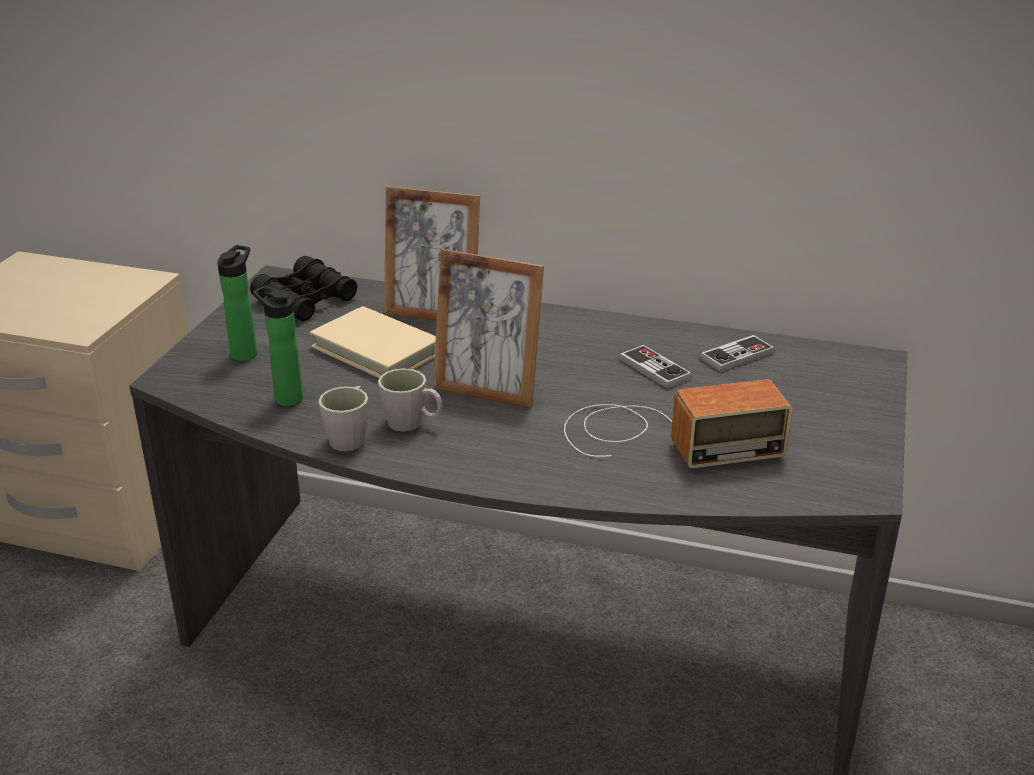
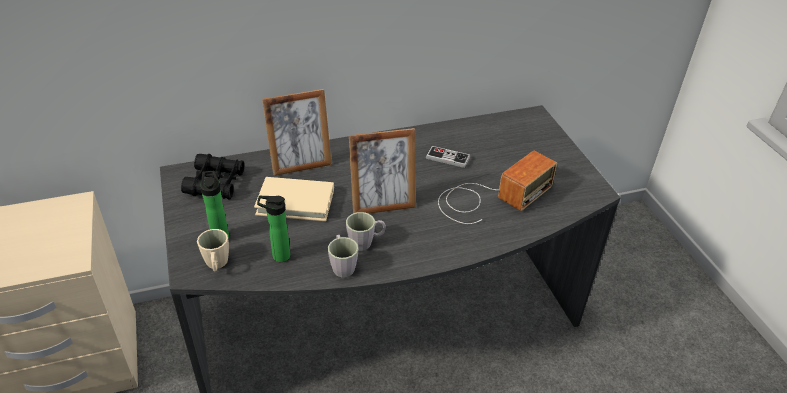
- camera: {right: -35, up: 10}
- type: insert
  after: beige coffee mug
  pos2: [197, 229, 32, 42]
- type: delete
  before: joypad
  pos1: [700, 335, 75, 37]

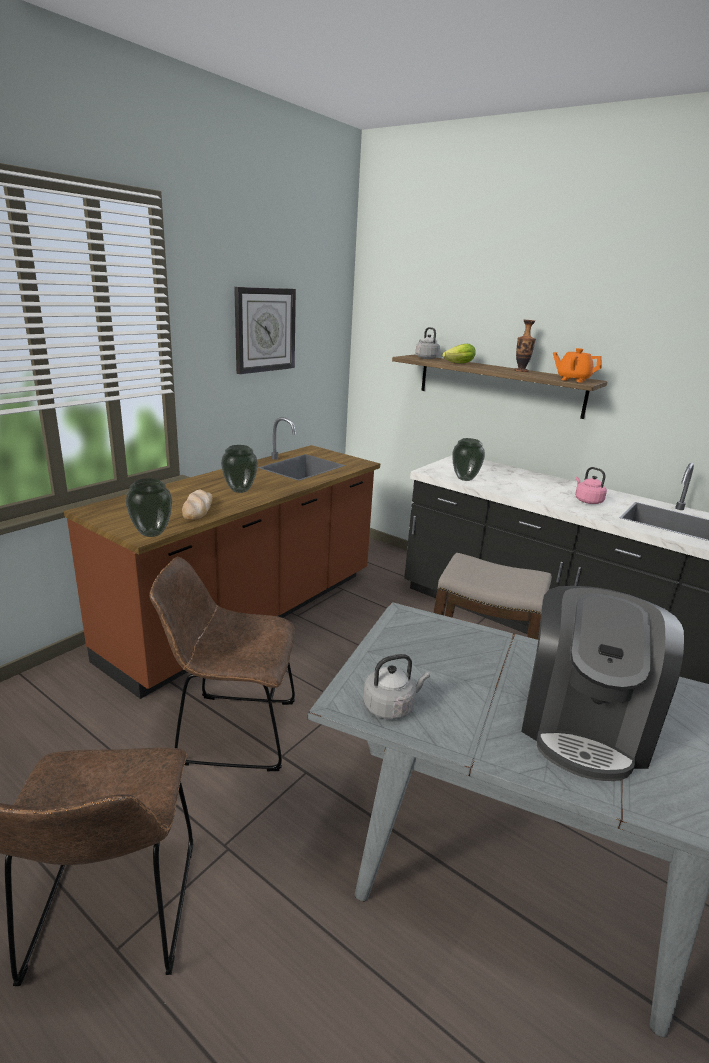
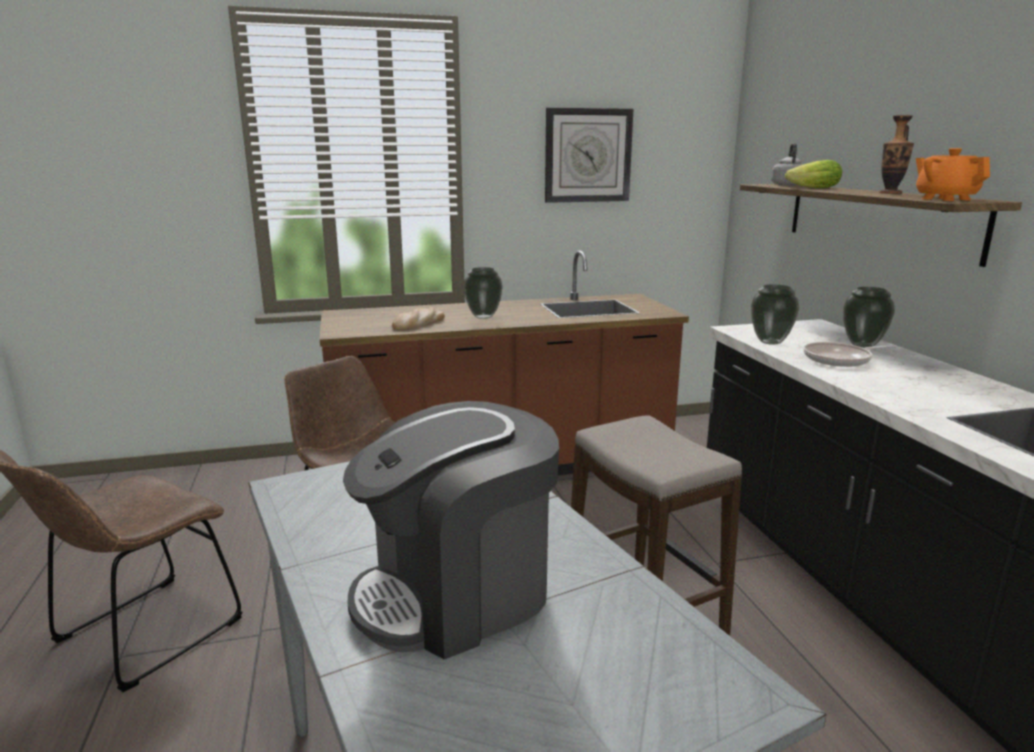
- camera: {right: 40, up: -5}
- type: insert
  after: pan
  pos2: [803, 342, 93, 25]
- type: move
  before: flower vase
  pos1: [126, 478, 46, 59]
  pos2: [843, 287, 52, 61]
- type: delete
  before: gray kettle
  pos1: [363, 654, 67, 65]
- type: delete
  before: pinkish kettle
  pos1: [575, 467, 32, 37]

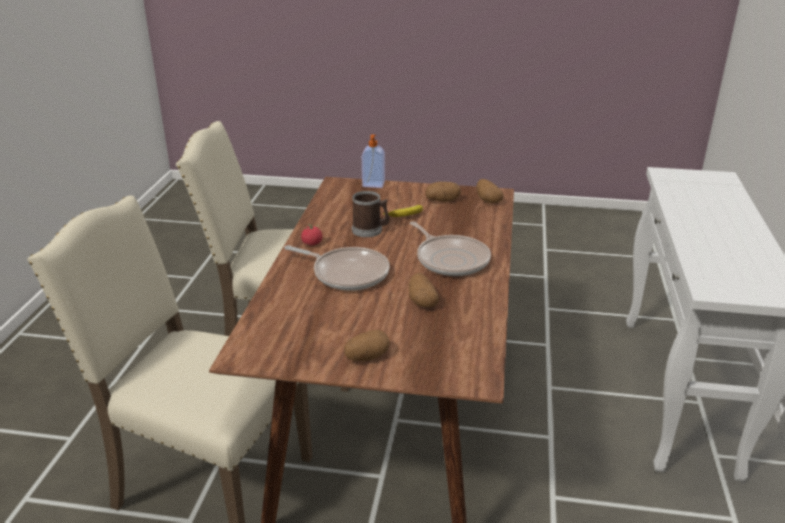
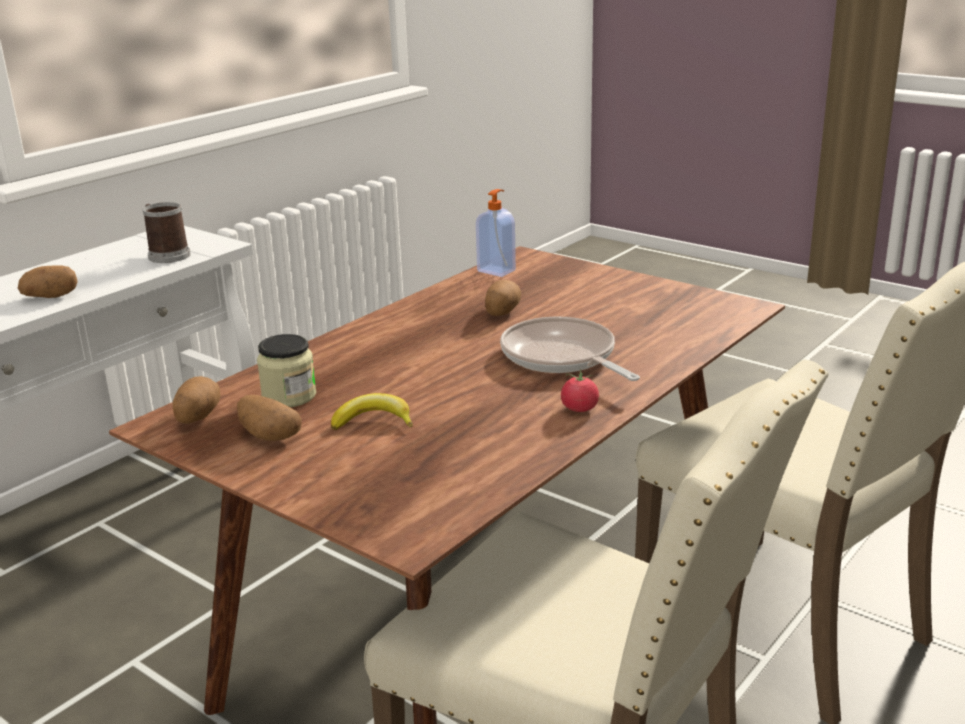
- camera: {right: -150, up: -5}
- type: move
  before: whole potato
  pos1: [344, 330, 46, 31]
  pos2: [18, 265, 59, 33]
- type: move
  before: coffee mug
  pos1: [352, 191, 37, 46]
  pos2: [143, 202, 48, 61]
- type: insert
  after: jar
  pos2: [257, 334, 59, 73]
- type: move
  before: soap dispenser
  pos1: [362, 135, 23, 53]
  pos2: [476, 189, 40, 88]
- type: delete
  before: pan
  pos1: [410, 221, 81, 55]

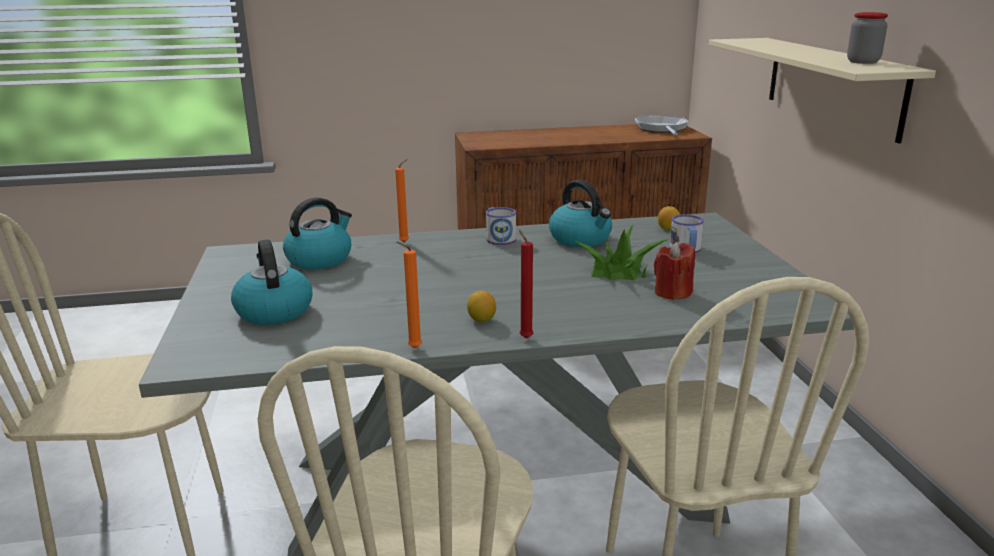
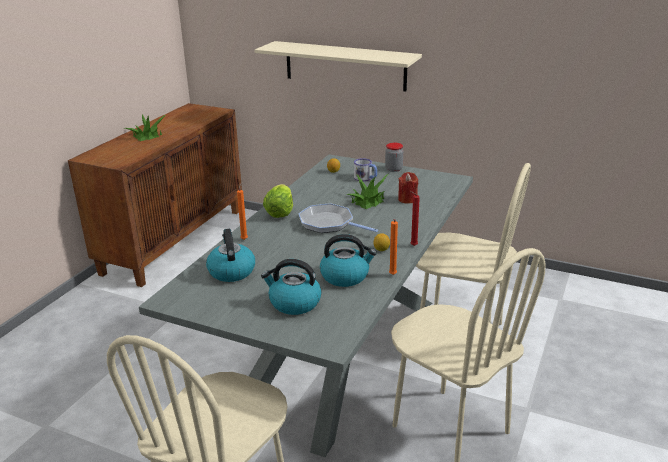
- camera: {right: -55, up: 5}
- type: insert
  after: potted plant
  pos2: [123, 114, 43, 27]
- type: replace
  before: coffee mug
  after: lettuce head
  pos1: [486, 207, 30, 38]
  pos2: [263, 184, 30, 34]
- type: move
  before: pan
  pos1: [635, 115, 54, 20]
  pos2: [298, 203, 80, 30]
- type: move
  before: kettle
  pos1: [549, 180, 63, 67]
  pos2: [320, 234, 57, 53]
- type: move
  before: jar
  pos1: [847, 12, 41, 52]
  pos2: [385, 143, 19, 29]

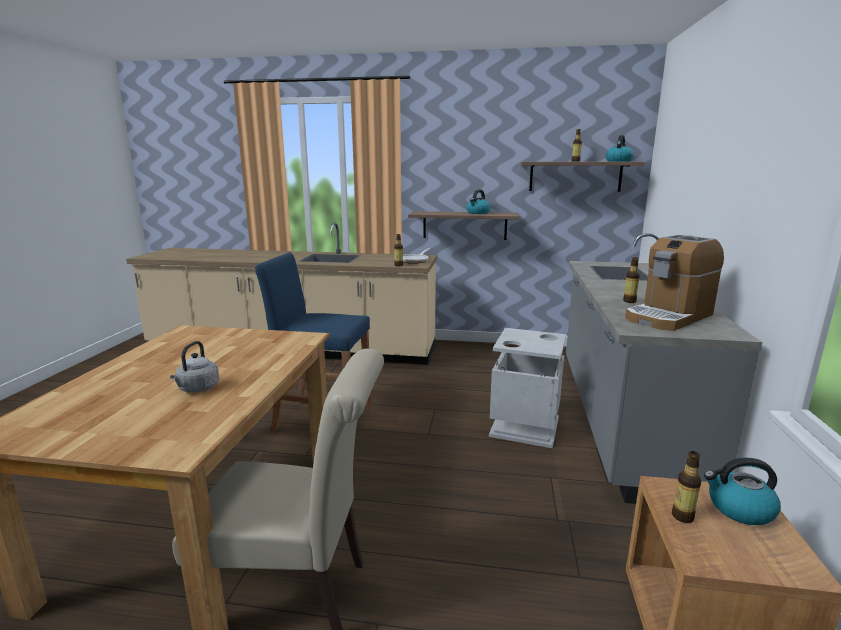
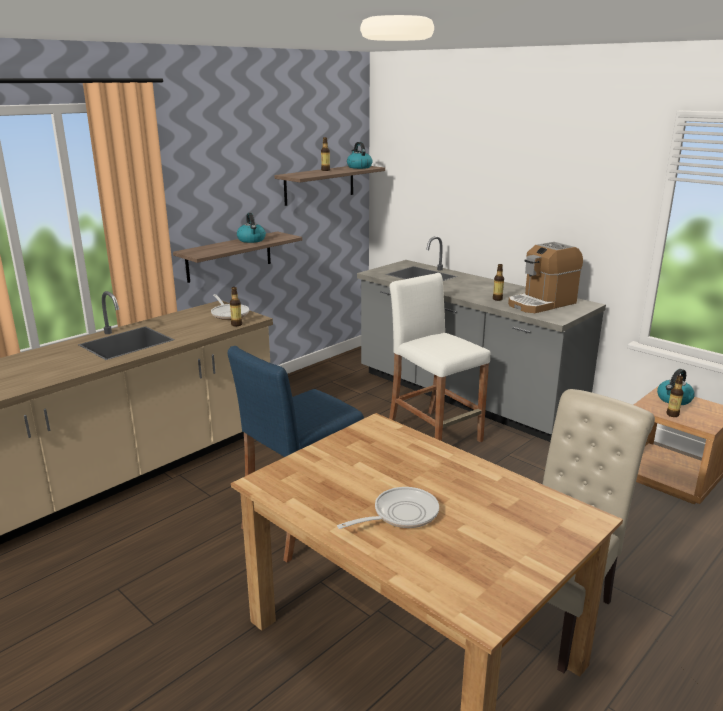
- camera: {right: -55, up: 5}
- type: insert
  after: pan
  pos2: [337, 487, 102, 42]
- type: replace
  before: gray waste bin
  after: white-coloured stool
  pos1: [489, 328, 77, 120]
  pos2: [389, 273, 102, 170]
- type: rotate
  before: coffee brewer
  pos1: [625, 235, 99, 96]
  pos2: [508, 242, 75, 71]
  turn: 60
- type: delete
  before: gray kettle
  pos1: [170, 341, 49, 52]

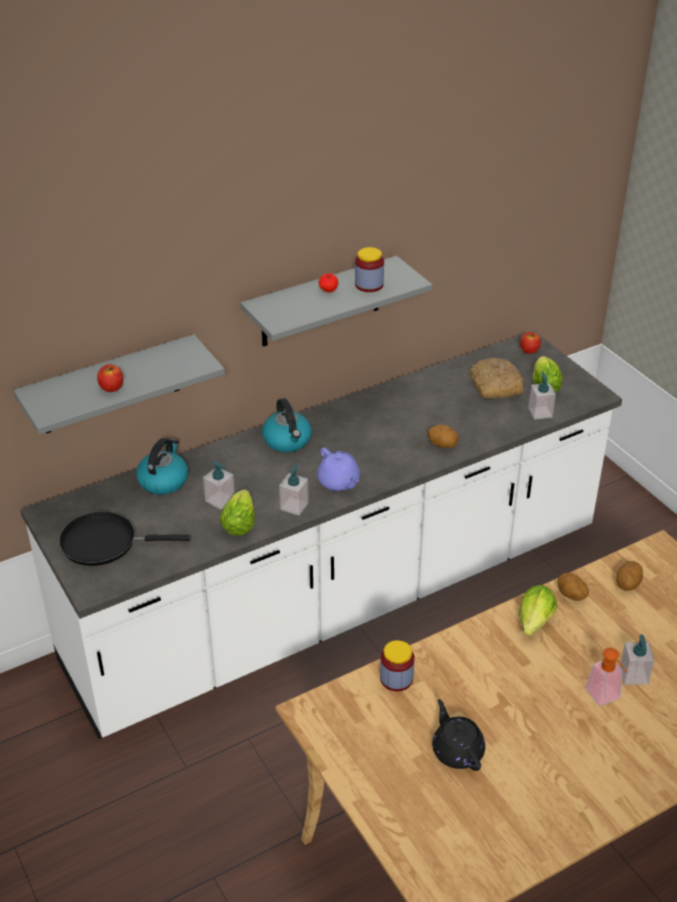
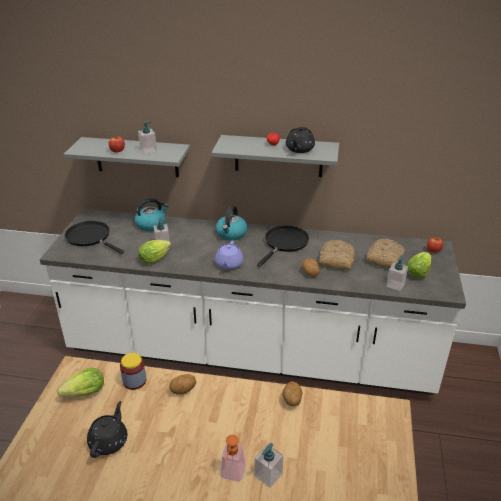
- camera: {right: 40, up: -5}
- type: move
  before: lettuce head
  pos1: [519, 585, 38, 51]
  pos2: [57, 368, 47, 29]
- type: move
  before: soap dispenser
  pos1: [279, 463, 30, 52]
  pos2: [138, 121, 19, 33]
- type: move
  before: whole potato
  pos1: [616, 561, 27, 30]
  pos2: [169, 374, 27, 21]
- type: insert
  after: black-coloured pan
  pos2: [257, 225, 52, 41]
- type: replace
  before: jar
  after: black-coloured tea pot
  pos1: [355, 247, 29, 45]
  pos2: [286, 127, 29, 26]
- type: insert
  after: baked bread
  pos2: [319, 240, 36, 30]

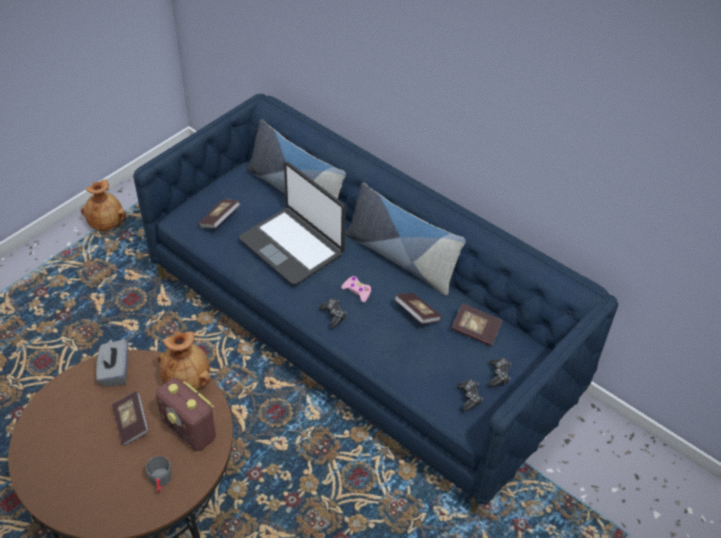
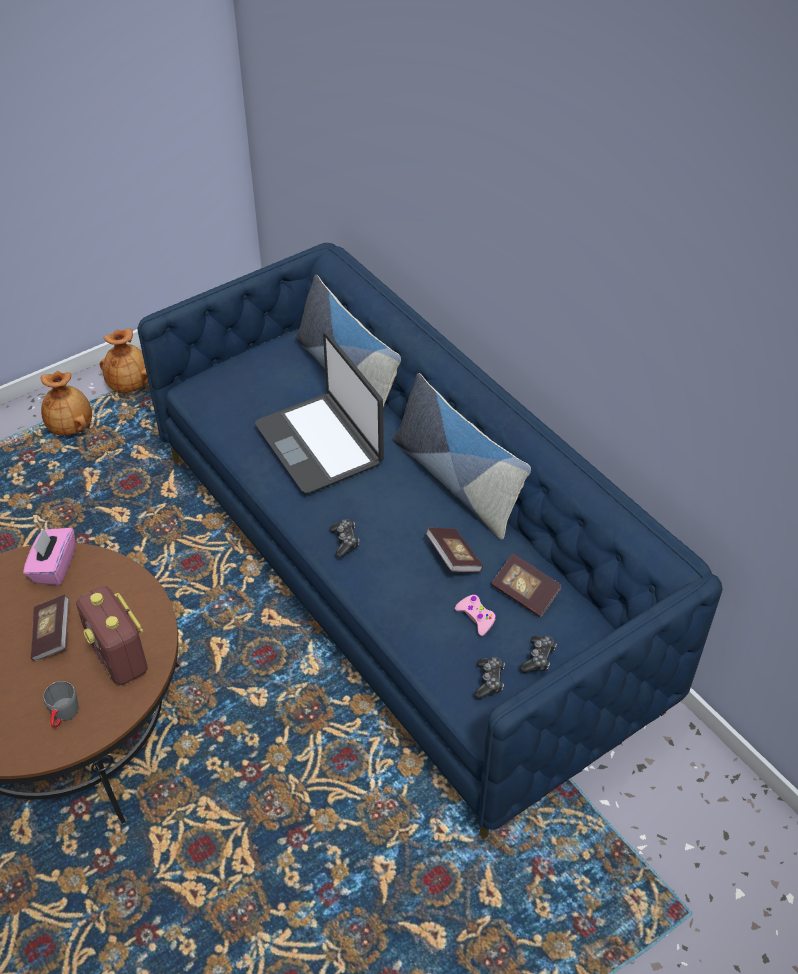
- camera: {right: 15, up: 0}
- type: recolor
  before: gray tissue holder
  after: pinkish tissue holder
  pos1: [96, 339, 32, 47]
  pos2: [23, 528, 52, 57]
- type: move
  before: brown-coloured flower vase
  pos1: [158, 331, 53, 59]
  pos2: [41, 371, 51, 64]
- type: move
  before: pinkish joypad
  pos1: [341, 276, 31, 27]
  pos2: [455, 595, 41, 41]
- type: delete
  before: volume
  pos1: [198, 199, 43, 29]

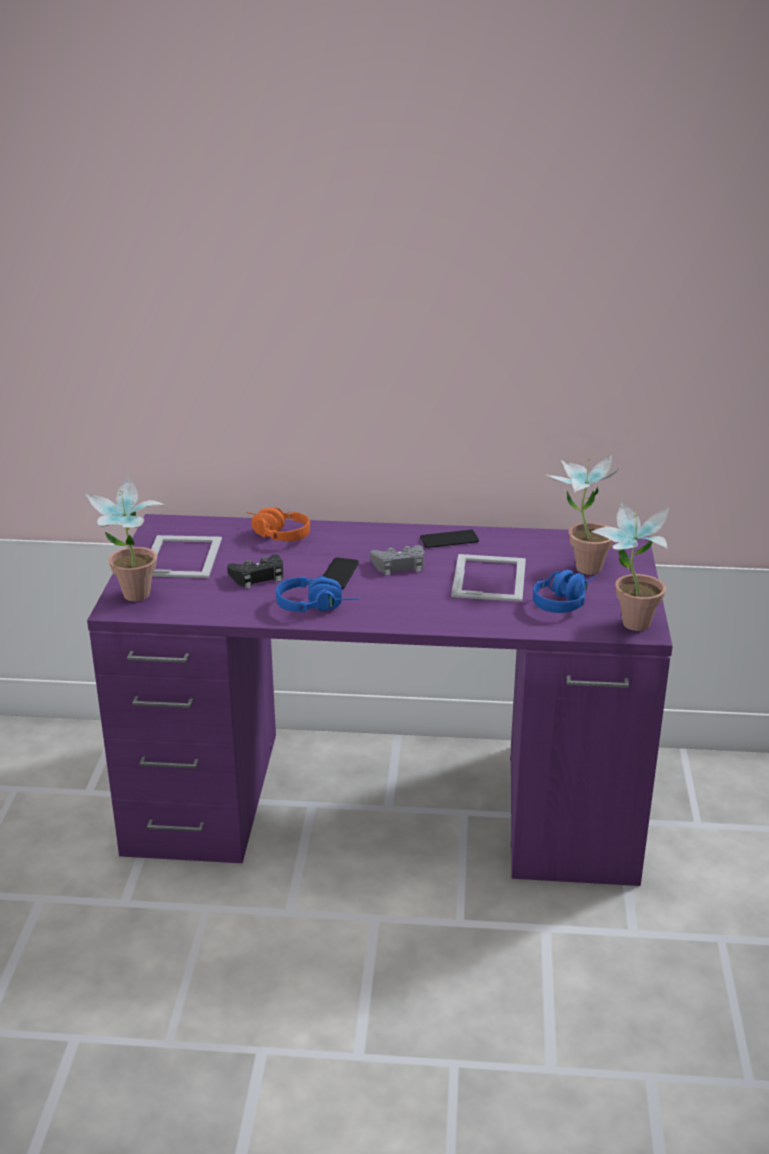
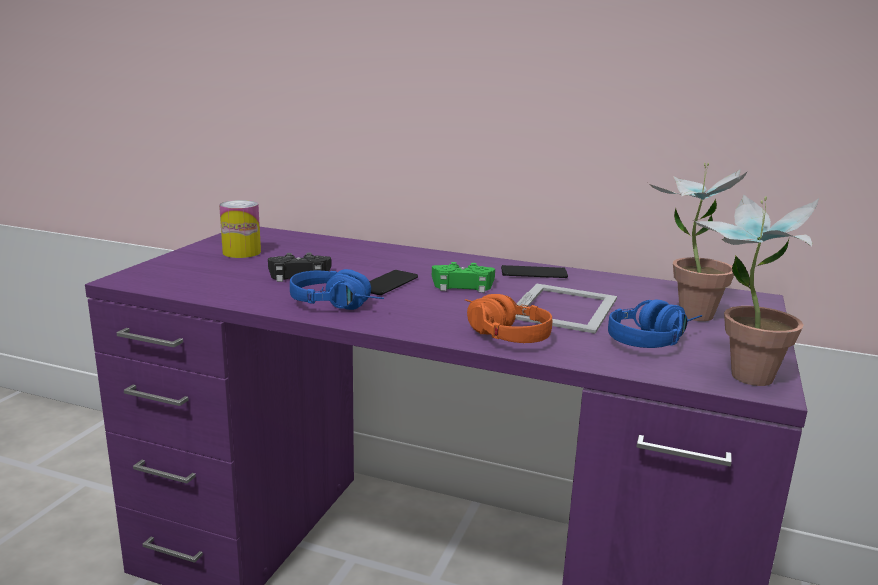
- camera: {right: 15, up: -10}
- type: replace
  before: picture frame
  after: sealed can
  pos1: [151, 535, 71, 43]
  pos2: [219, 200, 42, 58]
- type: recolor
  before: gray joypad
  after: green-coloured joypad
  pos1: [370, 545, 54, 31]
  pos2: [432, 262, 63, 31]
- type: move
  before: orangey headset
  pos1: [246, 508, 64, 33]
  pos2: [465, 294, 87, 49]
- type: delete
  before: potted plant
  pos1: [85, 476, 80, 125]

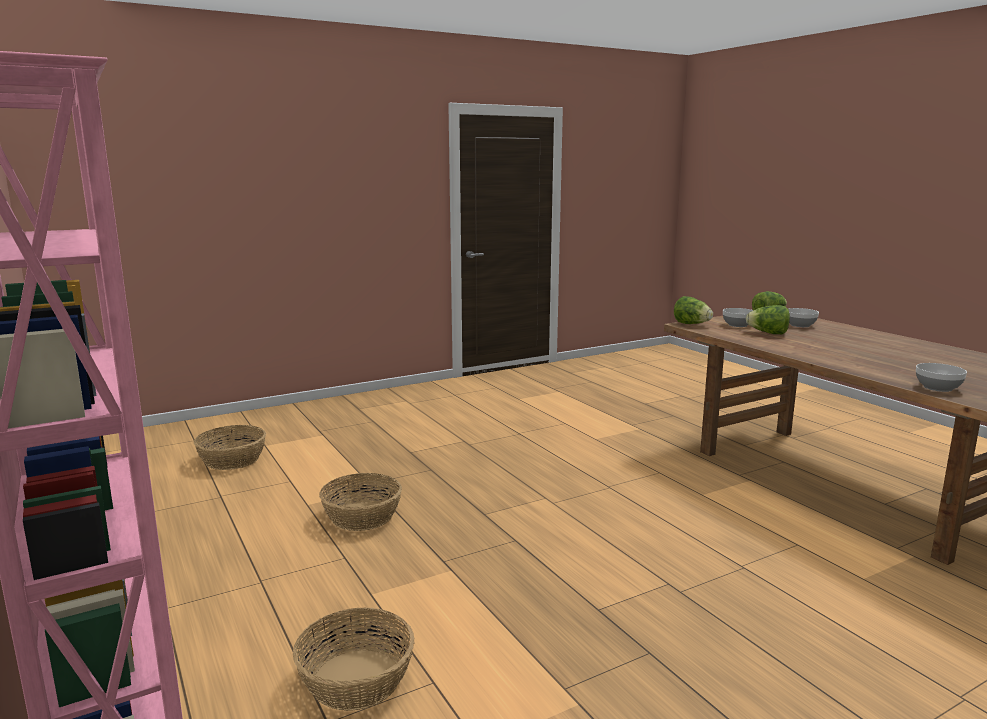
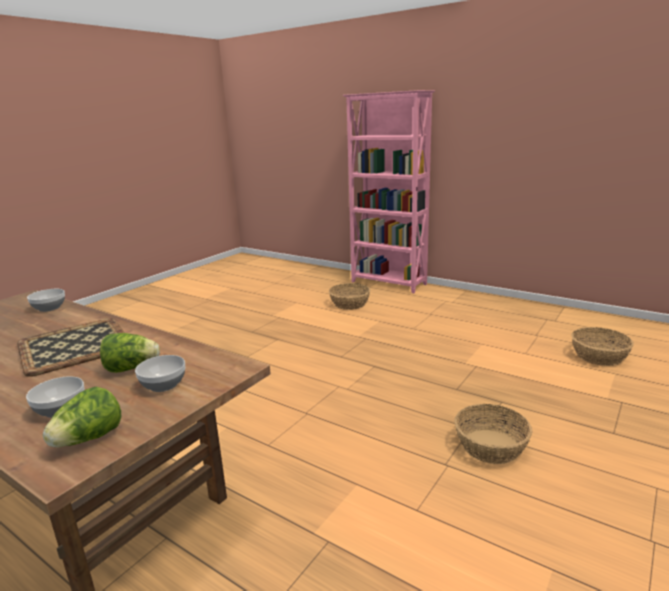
- camera: {right: 155, up: 5}
- type: insert
  after: tray
  pos2: [17, 318, 108, 59]
- type: move
  before: basket
  pos1: [319, 473, 83, 58]
  pos2: [455, 404, 77, 60]
- type: delete
  before: lettuce head
  pos1: [674, 296, 39, 28]

